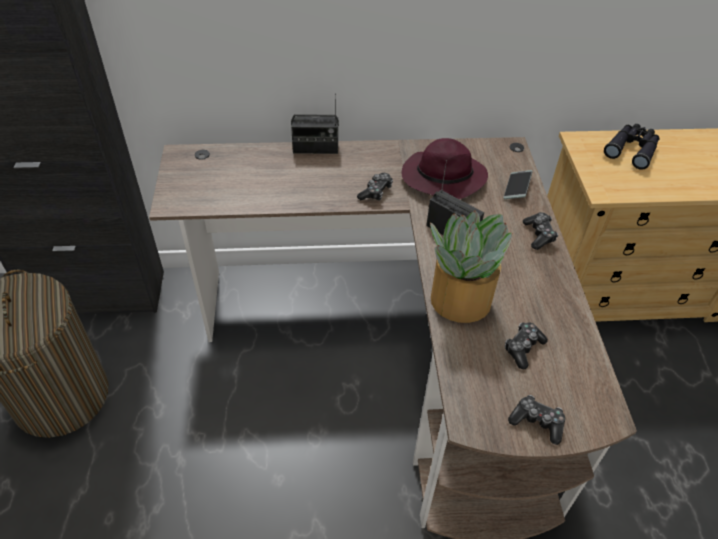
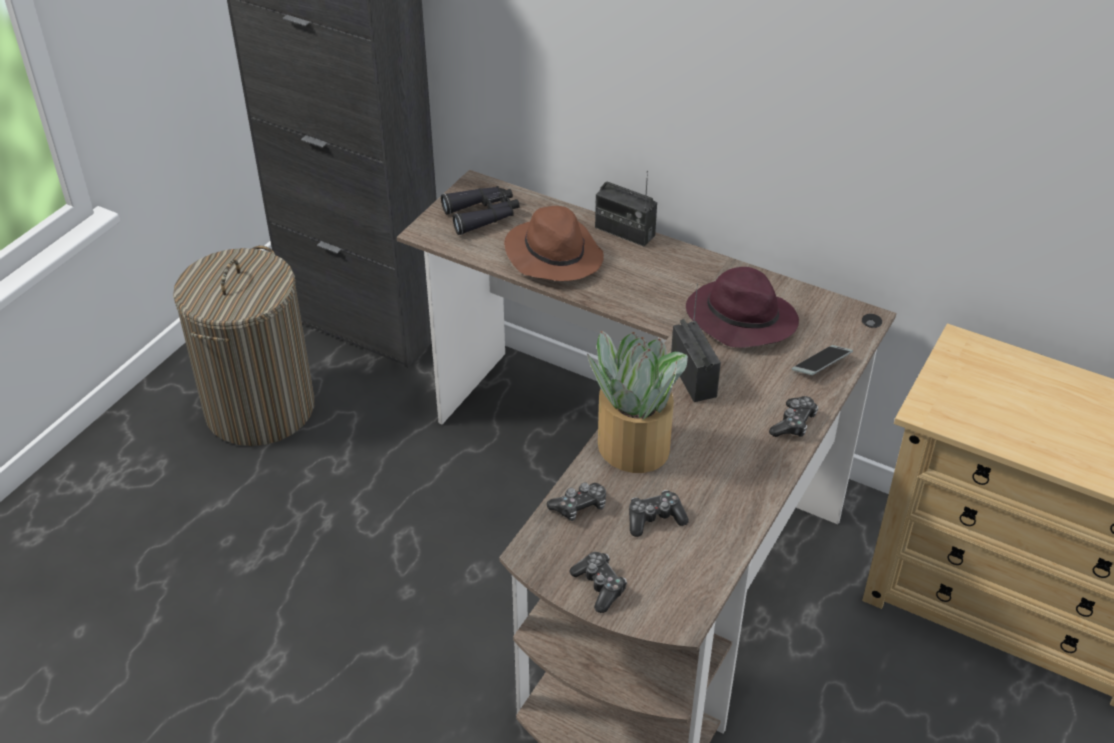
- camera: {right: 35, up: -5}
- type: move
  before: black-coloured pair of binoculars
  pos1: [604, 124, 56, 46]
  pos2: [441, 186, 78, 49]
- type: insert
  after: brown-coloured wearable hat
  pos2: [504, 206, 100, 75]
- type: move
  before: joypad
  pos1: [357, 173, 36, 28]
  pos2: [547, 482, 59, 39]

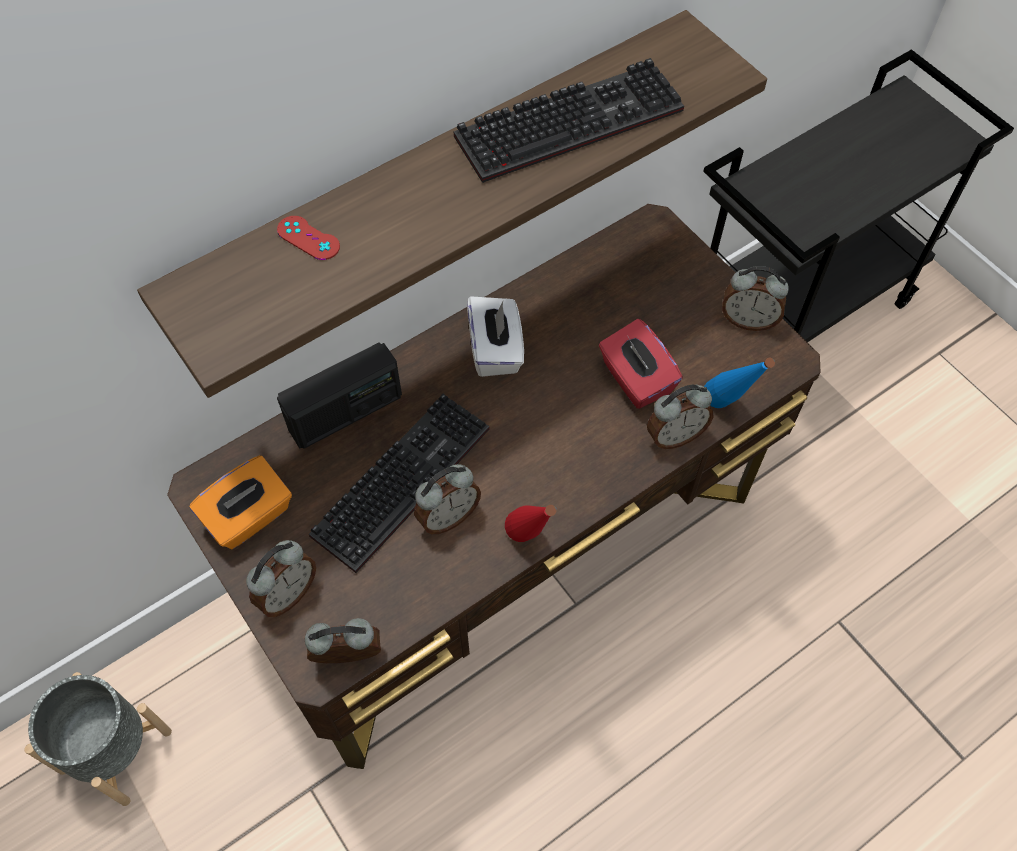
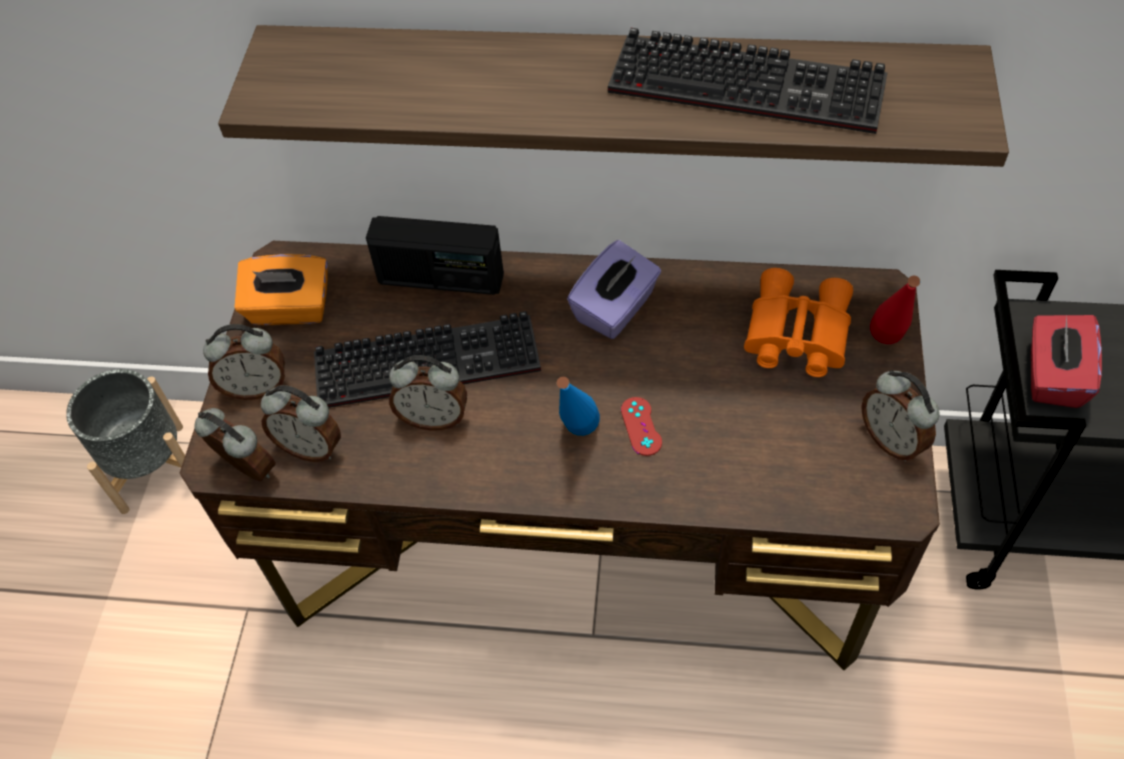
- camera: {right: 45, up: -5}
- type: move
  before: bedside clock
  pos1: [647, 385, 67, 64]
  pos2: [261, 385, 80, 77]
- type: move
  before: bluish bottle
  pos1: [704, 358, 71, 50]
  pos2: [557, 377, 43, 59]
- type: recolor
  before: white-coloured tissue holder
  after: purple tissue holder
  pos1: [467, 296, 57, 81]
  pos2: [567, 240, 94, 99]
- type: move
  before: red-coloured joypad
  pos1: [277, 216, 63, 44]
  pos2: [621, 397, 41, 59]
- type: insert
  after: orangey pair of binoculars
  pos2: [744, 268, 109, 109]
- type: move
  before: red-coloured bottle
  pos1: [505, 505, 52, 37]
  pos2: [870, 276, 50, 68]
- type: move
  before: red-coloured tissue holder
  pos1: [599, 319, 84, 90]
  pos2: [1031, 315, 71, 93]

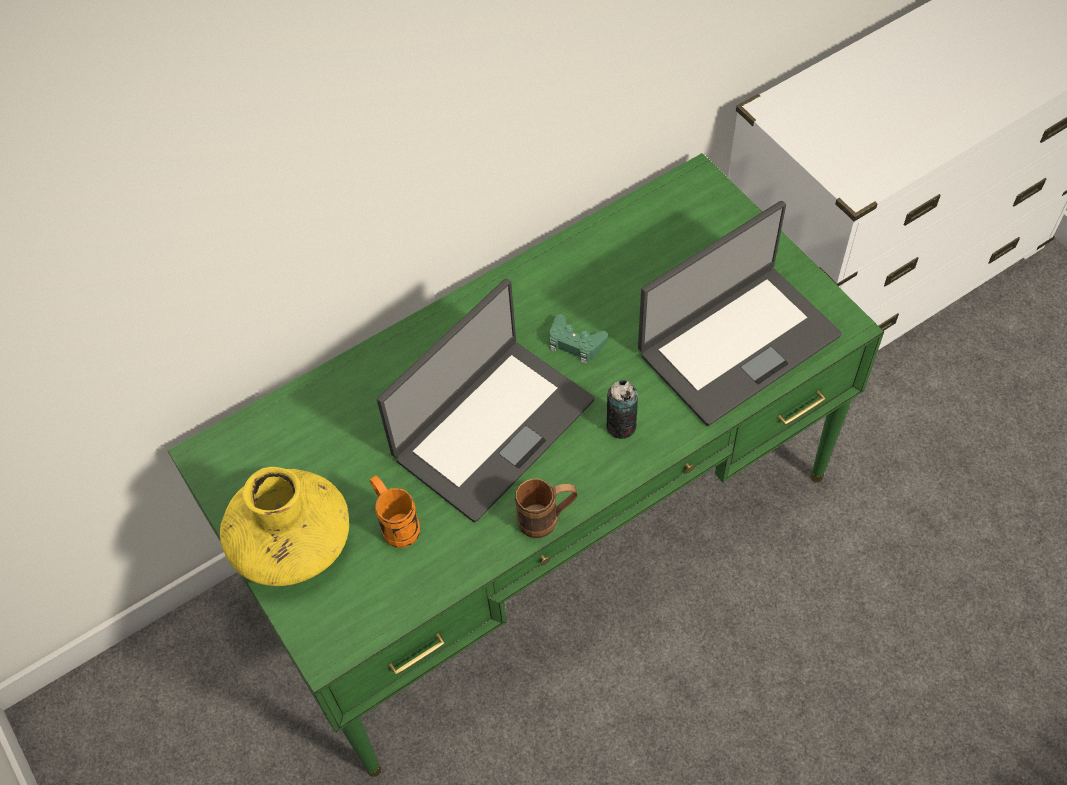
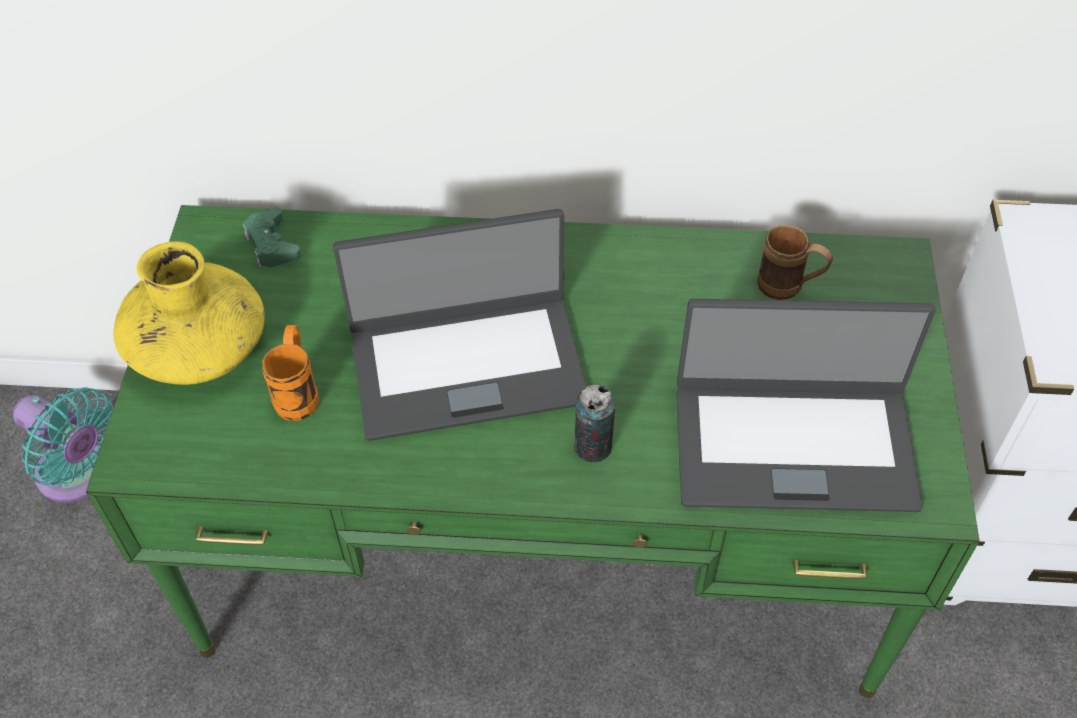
- camera: {right: 35, up: -5}
- type: insert
  after: turquoise fan
  pos2: [13, 387, 100, 115]
- type: move
  before: green-coloured joypad
  pos1: [549, 314, 59, 50]
  pos2: [243, 207, 58, 60]
- type: move
  before: brown-coloured coffee mug
  pos1: [515, 478, 62, 60]
  pos2: [757, 225, 76, 75]

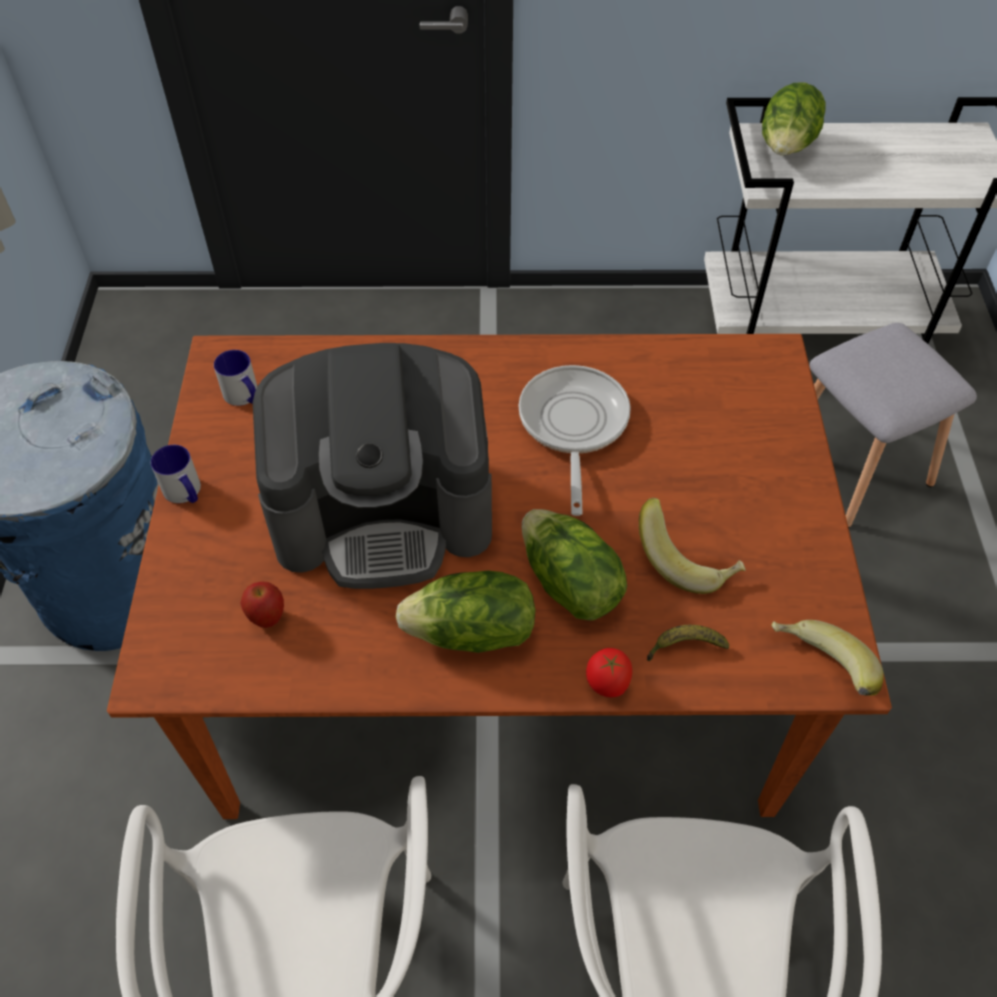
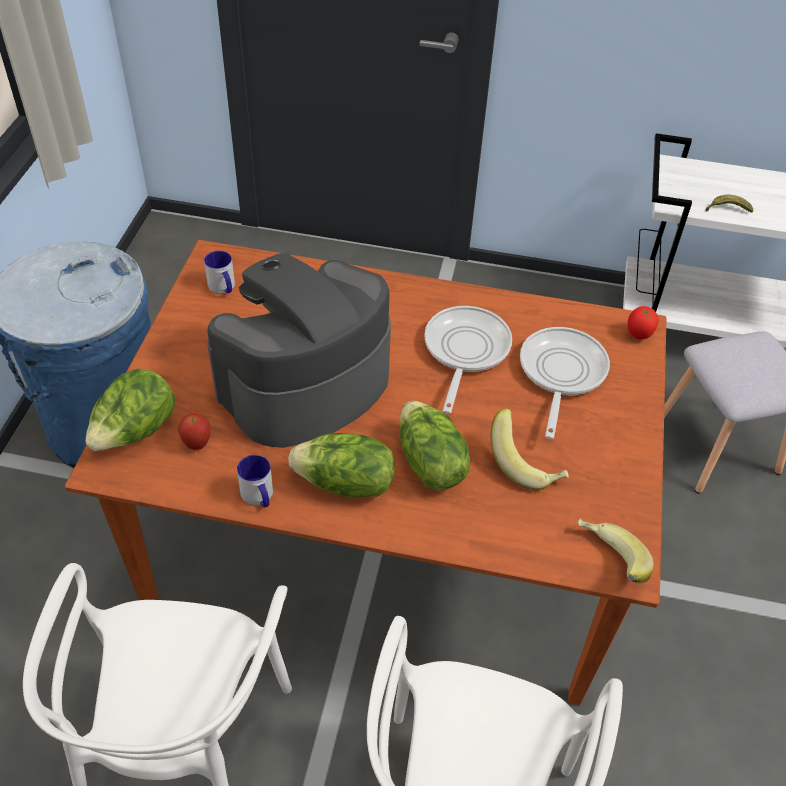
- camera: {right: 10, up: -5}
- type: move
  before: lettuce head
  pos1: [762, 82, 64, 74]
  pos2: [85, 369, 90, 82]
- type: rotate
  before: coffee brewer
  pos1: [253, 343, 239, 246]
  pos2: [208, 253, 183, 195]
  turn: 135
- type: move
  before: coffee mug
  pos1: [151, 445, 50, 58]
  pos2: [237, 455, 36, 53]
- type: insert
  after: pan
  pos2: [520, 327, 90, 112]
- type: move
  before: whole tomato
  pos1: [586, 648, 46, 49]
  pos2: [627, 306, 31, 33]
- type: move
  before: whole banana
  pos1: [647, 625, 82, 36]
  pos2: [706, 195, 48, 18]

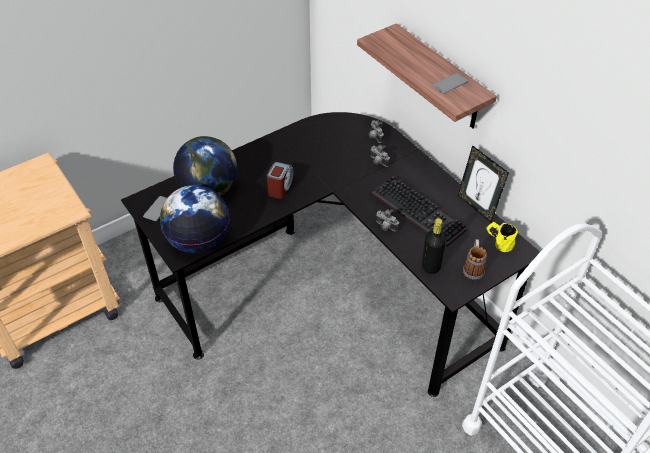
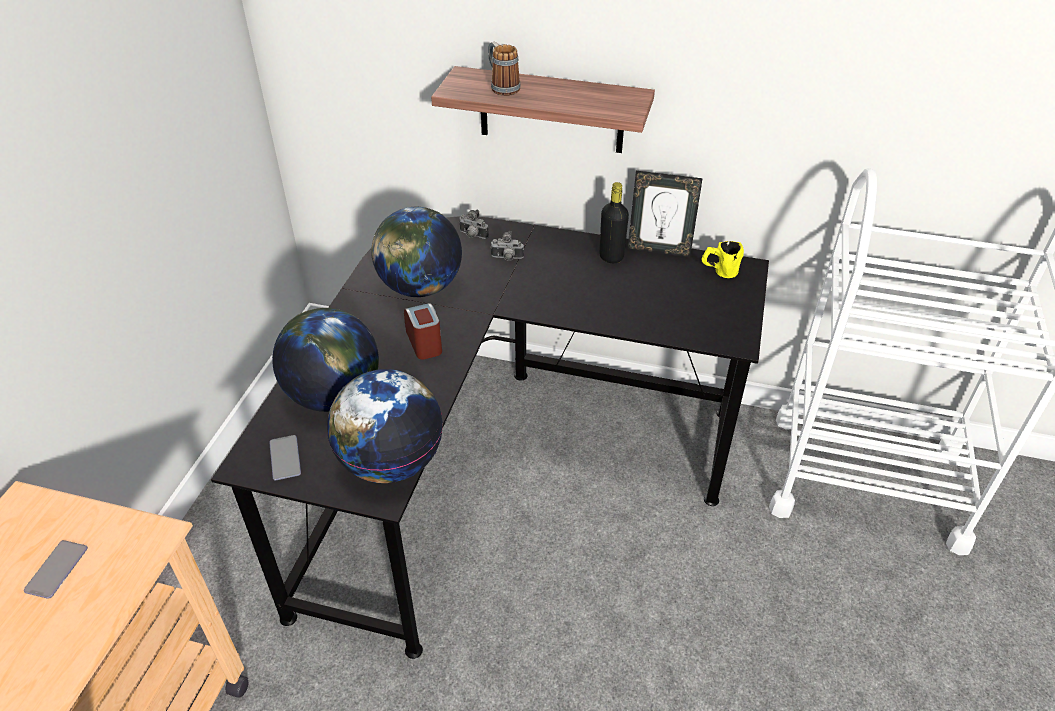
- camera: {right: -40, up: -5}
- type: move
  before: handset
  pos1: [433, 73, 35, 21]
  pos2: [24, 540, 64, 59]
- type: insert
  after: desk globe
  pos2: [371, 207, 91, 90]
- type: move
  before: coffee mug
  pos1: [463, 239, 24, 41]
  pos2: [488, 42, 33, 54]
- type: move
  before: black-coloured bottle
  pos1: [422, 218, 24, 56]
  pos2: [599, 182, 30, 81]
- type: delete
  before: computer keyboard
  pos1: [372, 176, 95, 71]
- type: delete
  before: still camera
  pos1: [376, 209, 23, 23]

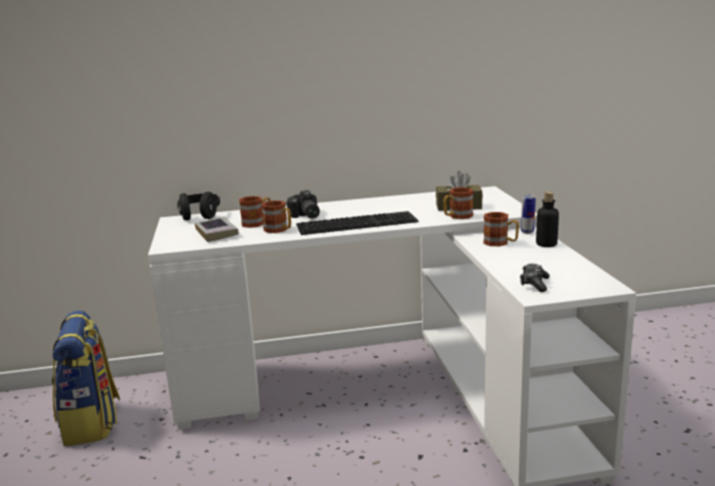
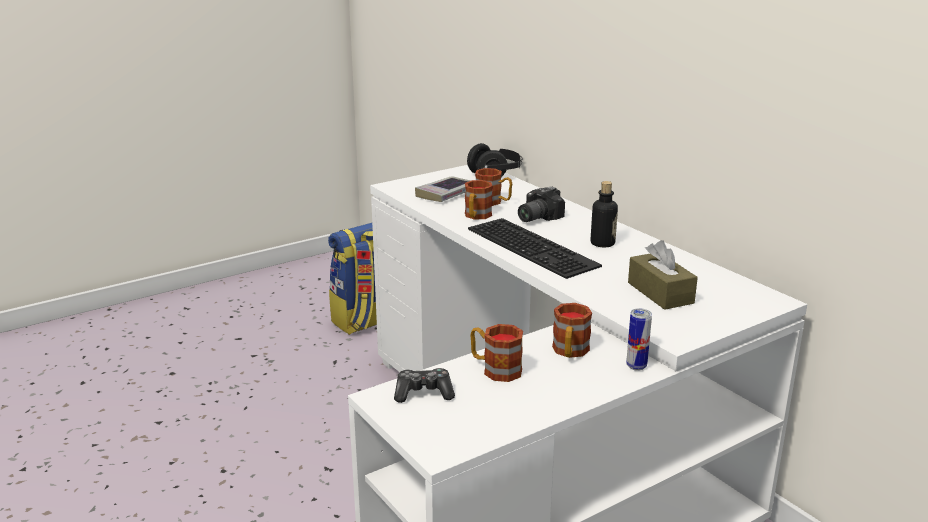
- camera: {right: 65, up: 5}
- type: move
  before: coffee mug
  pos1: [443, 187, 31, 32]
  pos2: [470, 324, 53, 58]
- type: move
  before: bottle
  pos1: [536, 191, 23, 56]
  pos2: [591, 181, 27, 66]

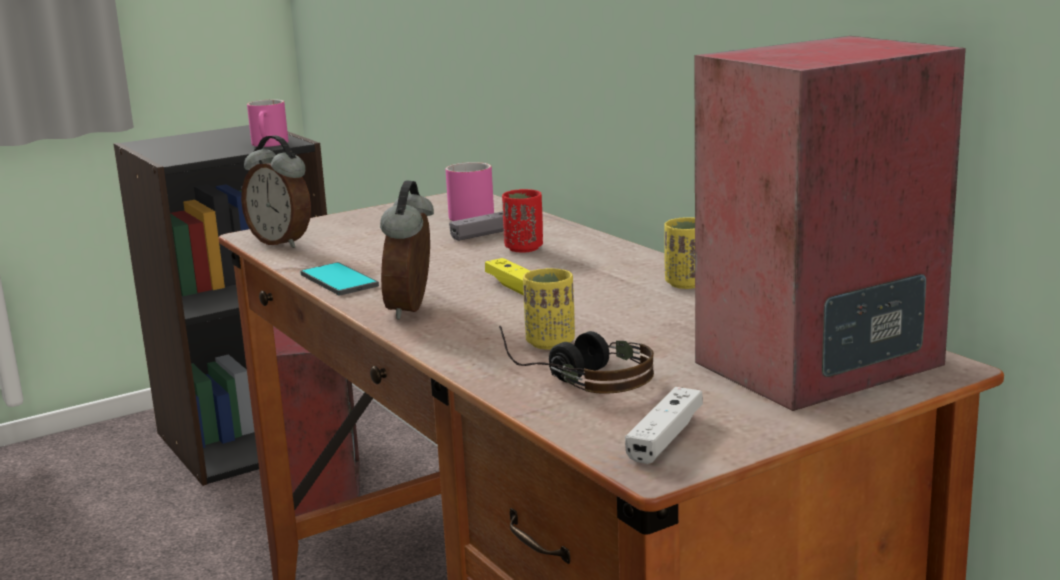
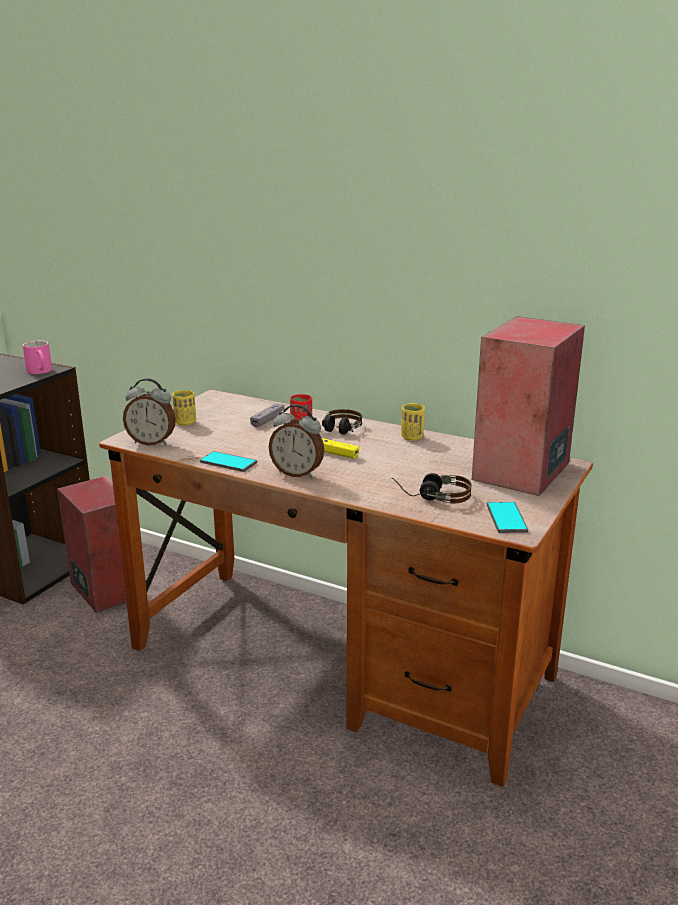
- camera: {right: -30, up: 5}
- type: move
  before: yellowish drinking cup
  pos1: [523, 268, 52, 82]
  pos2: [172, 390, 24, 36]
- type: rotate
  before: bedside clock
  pos1: [380, 180, 54, 139]
  pos2: [269, 404, 55, 74]
  turn: -45
- type: insert
  after: headset
  pos2: [322, 409, 40, 25]
- type: replace
  before: white-coloured joypad
  after: handset
  pos1: [625, 387, 78, 77]
  pos2: [487, 502, 41, 31]
- type: delete
  before: pinkish coffee mug
  pos1: [445, 162, 49, 59]

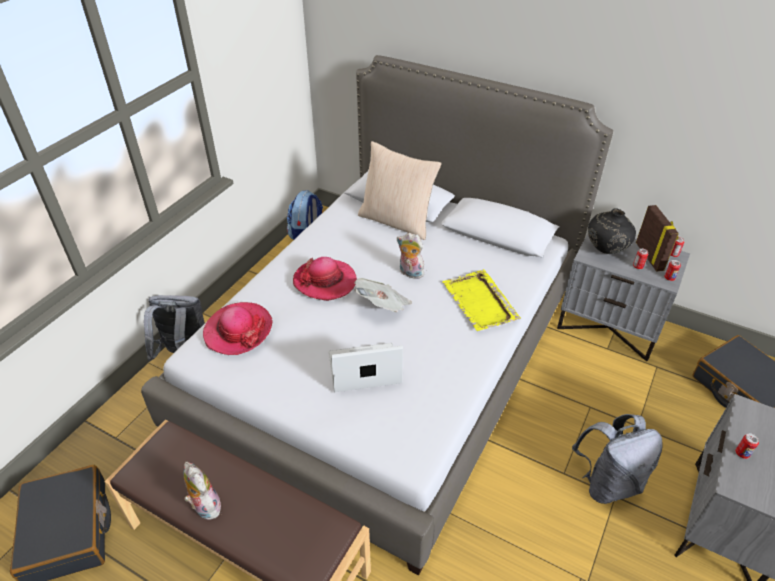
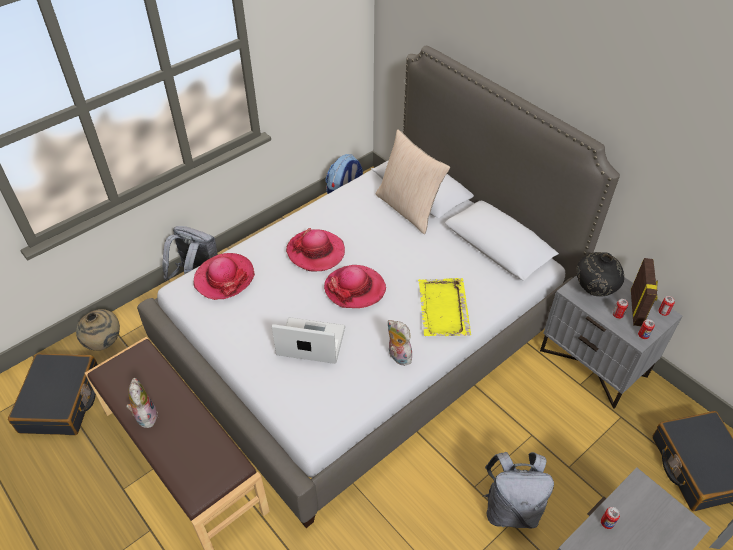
- camera: {right: 20, up: 5}
- type: insert
  after: beige flower vase
  pos2: [76, 309, 44, 42]
- type: replace
  before: newspaper
  after: wearable hat
  pos1: [355, 278, 57, 34]
  pos2: [324, 265, 62, 43]
- type: move
  before: cuddly toy
  pos1: [397, 233, 27, 47]
  pos2: [388, 320, 24, 46]

